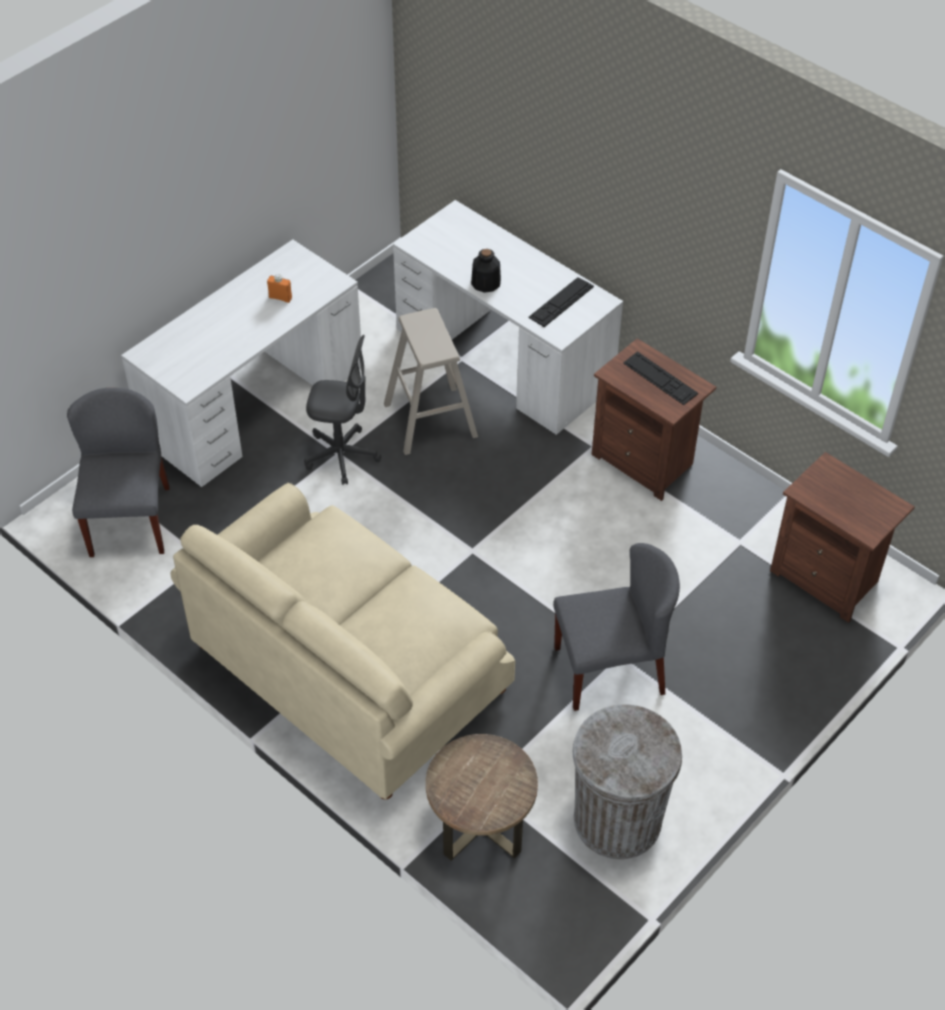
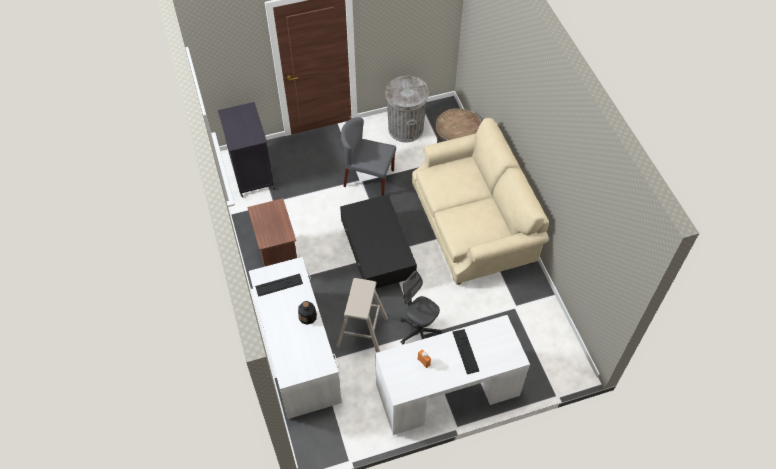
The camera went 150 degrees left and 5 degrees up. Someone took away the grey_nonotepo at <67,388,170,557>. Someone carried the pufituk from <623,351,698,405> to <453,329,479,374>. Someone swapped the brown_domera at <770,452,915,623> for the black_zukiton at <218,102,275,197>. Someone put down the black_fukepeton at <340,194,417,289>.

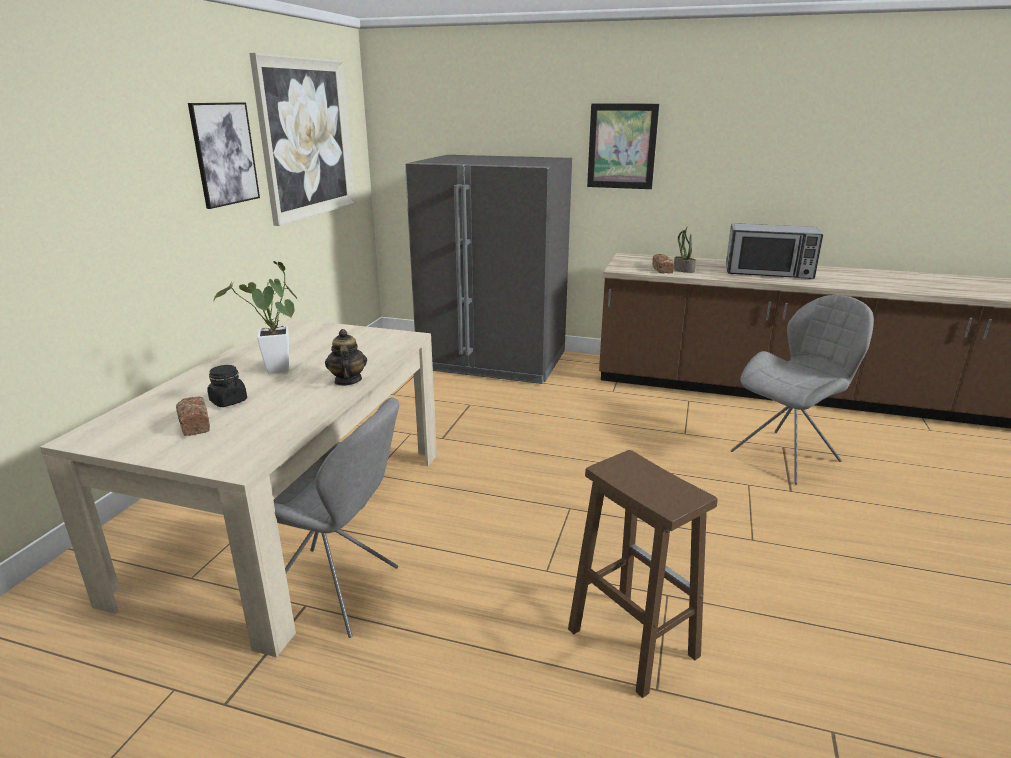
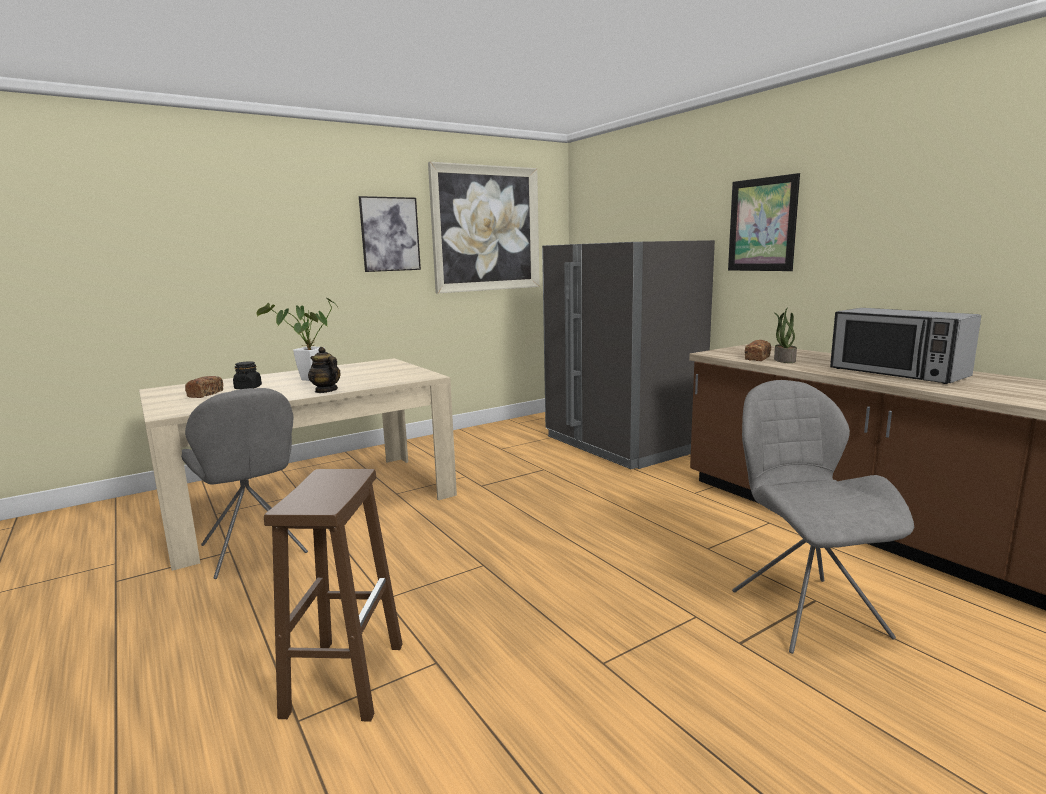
The camera went 40 degrees right and 10 degrees down. Someone rotated the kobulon at <325,329,367,386> by 75 degrees counterclockwise. Someone rotated the grey_nonotepo at <730,295,874,484> by 105 degrees counterclockwise.

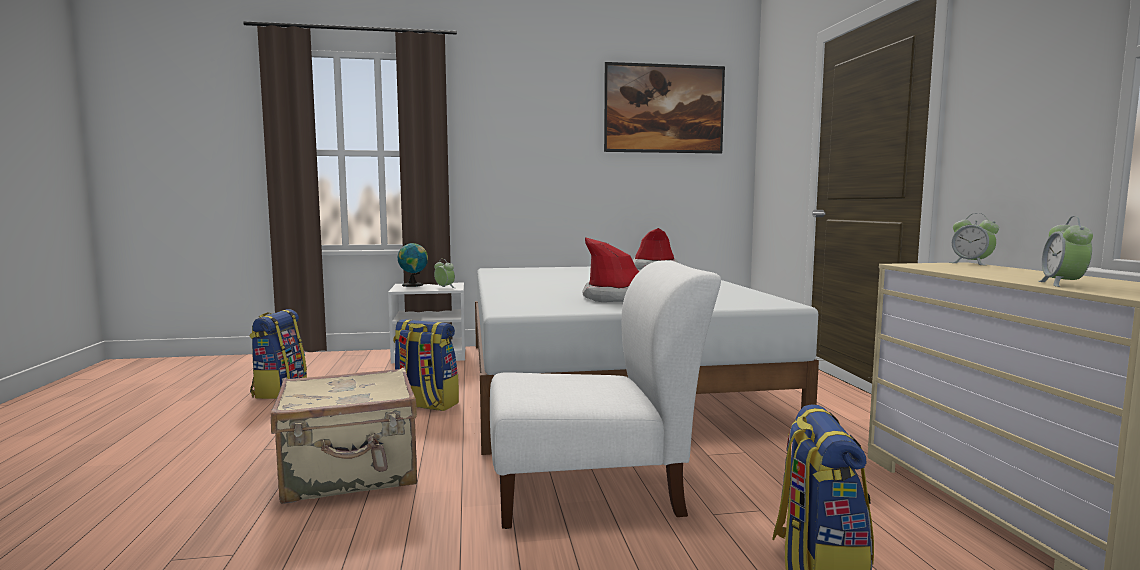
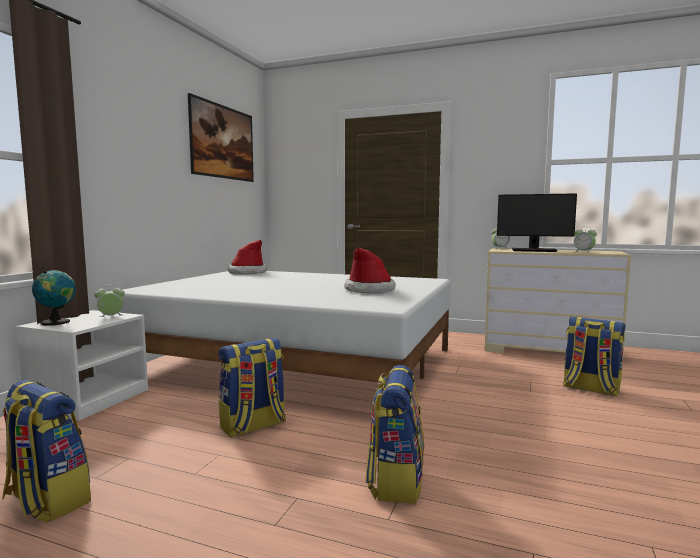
The camera went 60 degrees left and 0 degrees up. Someone swapped the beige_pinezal at <271,368,417,504> for the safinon at <365,365,424,504>. Someone took away the white_nonotepo at <490,260,721,529>. Someone put down the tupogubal at <497,193,577,252>.

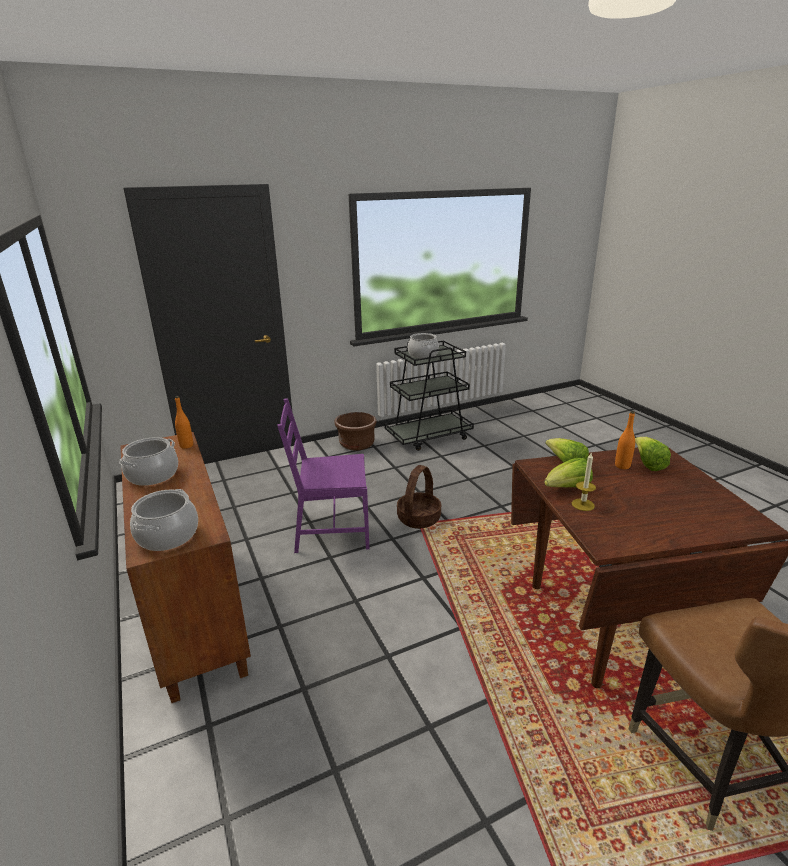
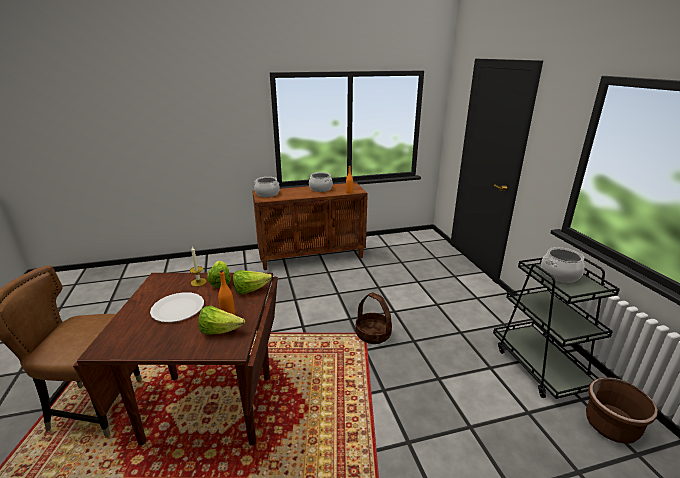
The camera went 100 degrees right and 0 degrees up. Someone took away the purple_nonotepo at <277,398,370,553>. Someone carried the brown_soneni from <335,412,377,451> to <586,377,658,444>. Someone put down the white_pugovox at <150,292,204,322>.

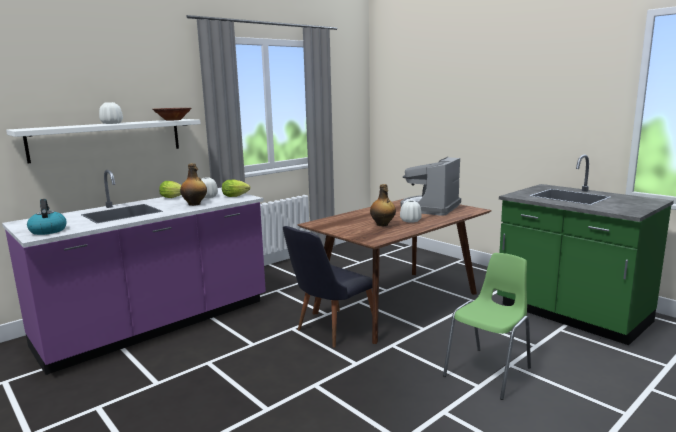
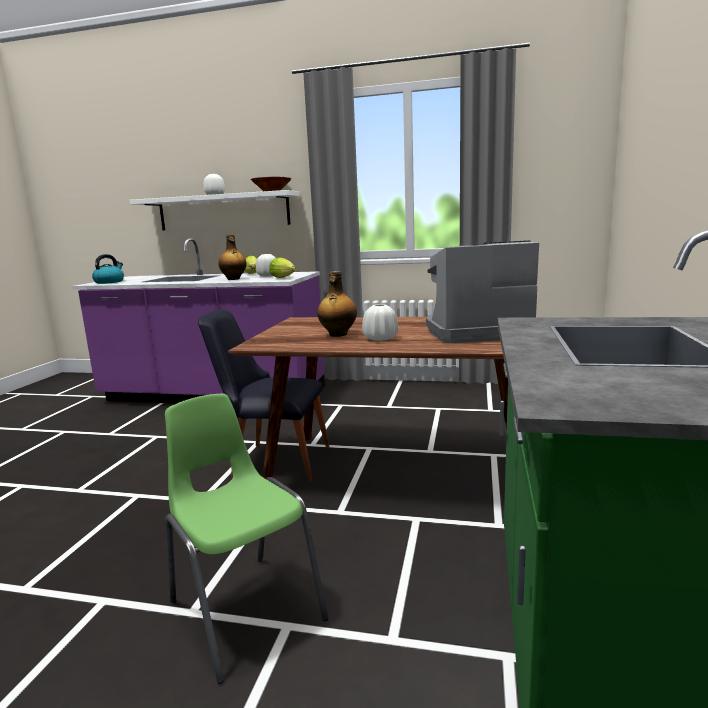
The camera went 55 degrees right and 0 degrees up. Someone rotated the green_nonotepo at <443,253,531,400> by 135 degrees counterclockwise.

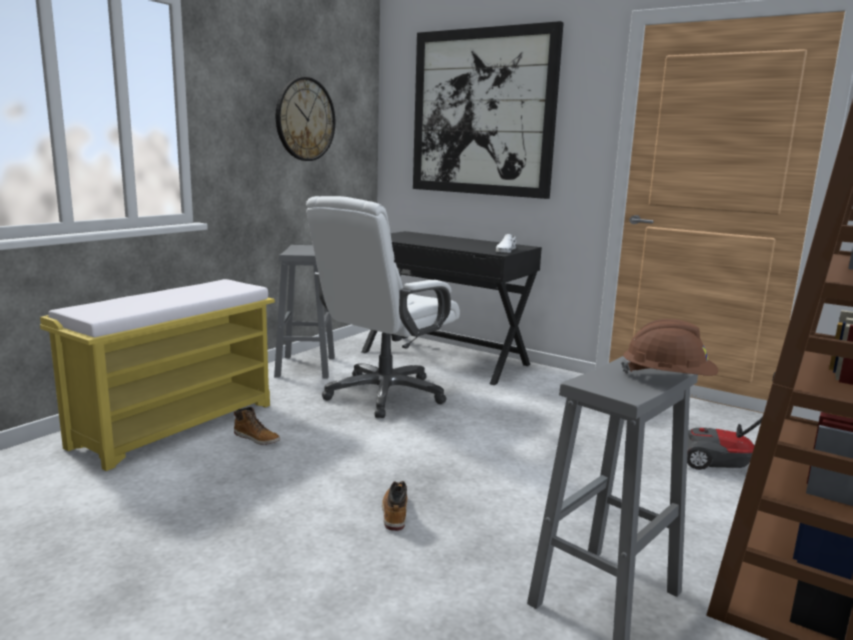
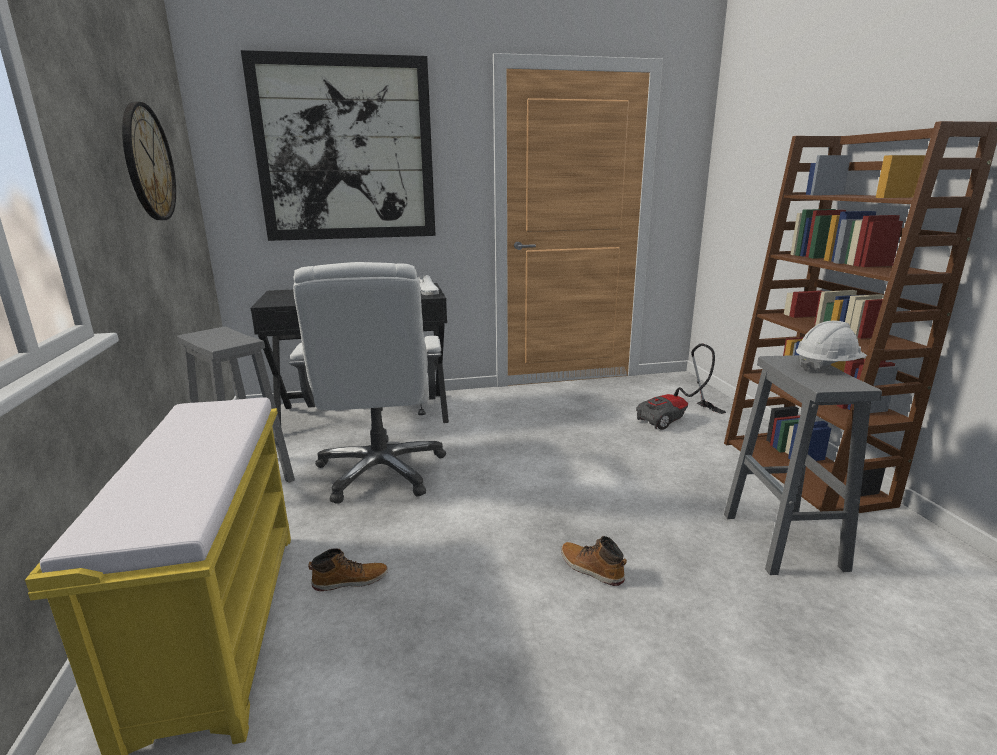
The camera went 45 degrees left and 5 degrees up. Someone repainted the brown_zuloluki at <621,319,718,376>, which became the white_zuloluki at <796,321,867,371>.

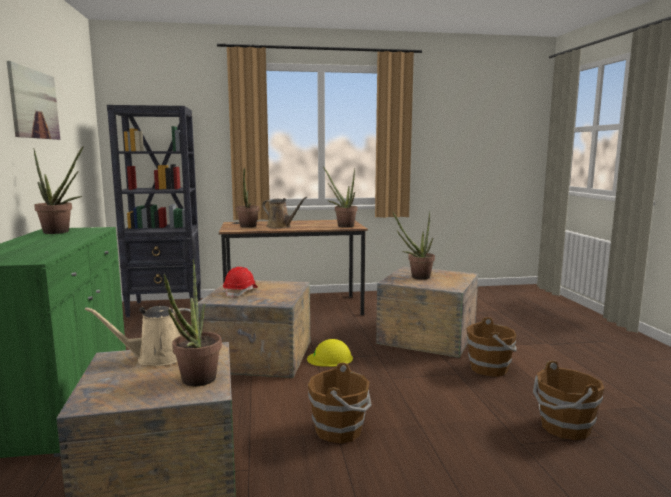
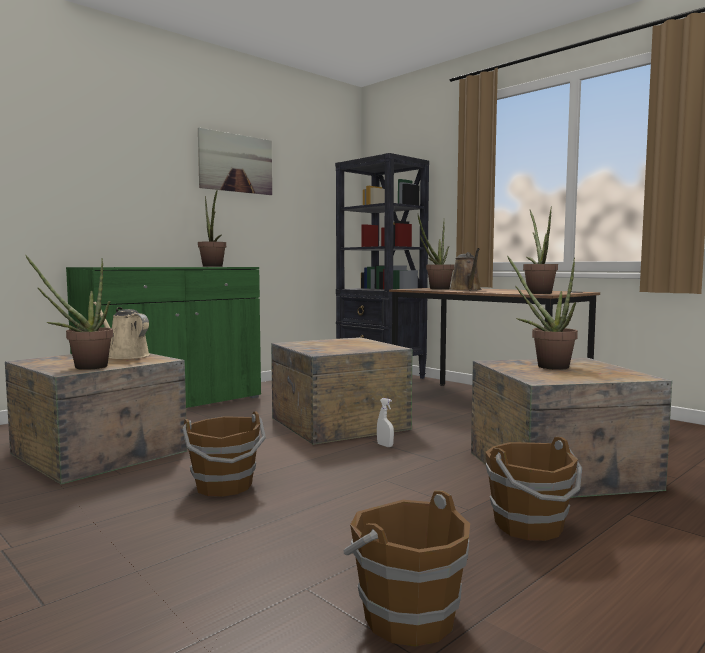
The camera went 55 degrees right and 5 degrees down. Someone took away the red_zuloluki at <223,267,258,298>. Someone swapped the yellow_zuloluki at <307,339,353,367> for the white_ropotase at <377,398,394,447>.

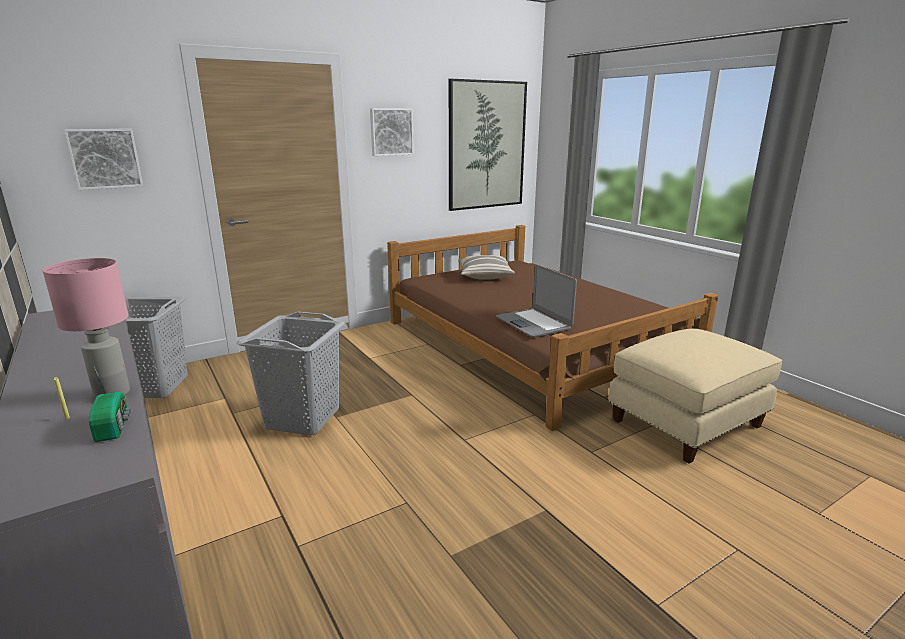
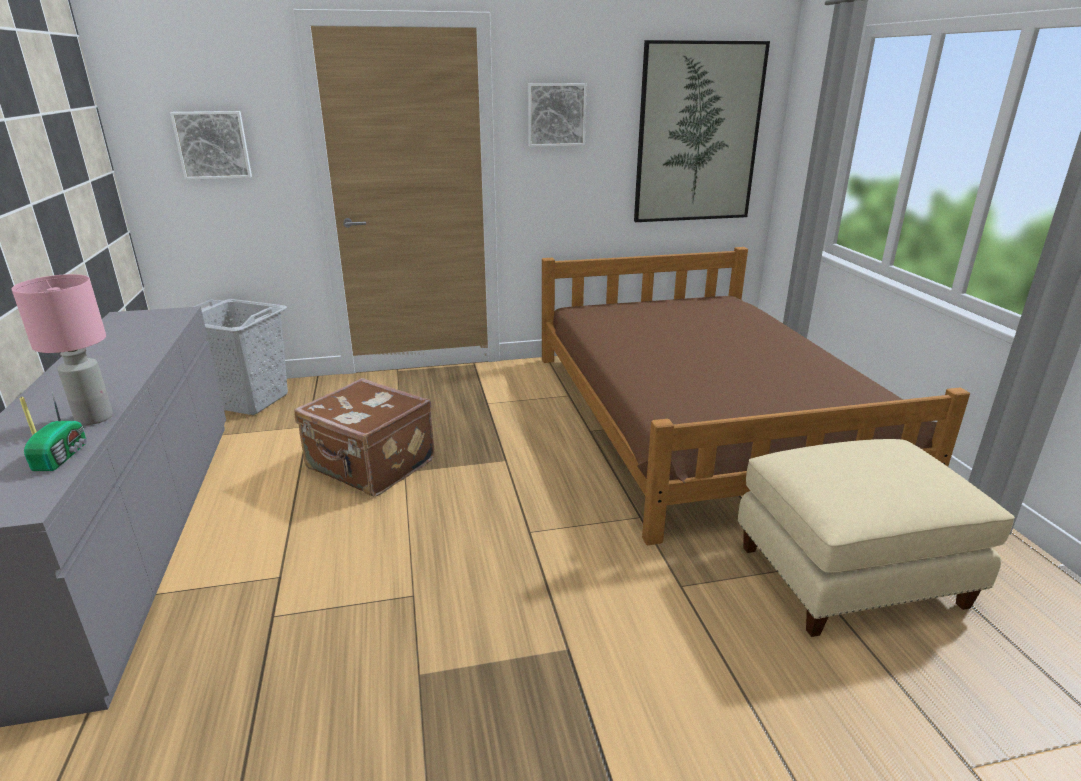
The camera went 20 degrees right and 5 degrees up. Someone swapped the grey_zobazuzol at <237,312,345,435> for the brown_pinezal at <294,378,435,497>. Someone took away the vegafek at <459,255,515,280>. Someone took away the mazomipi at <496,265,577,337>.

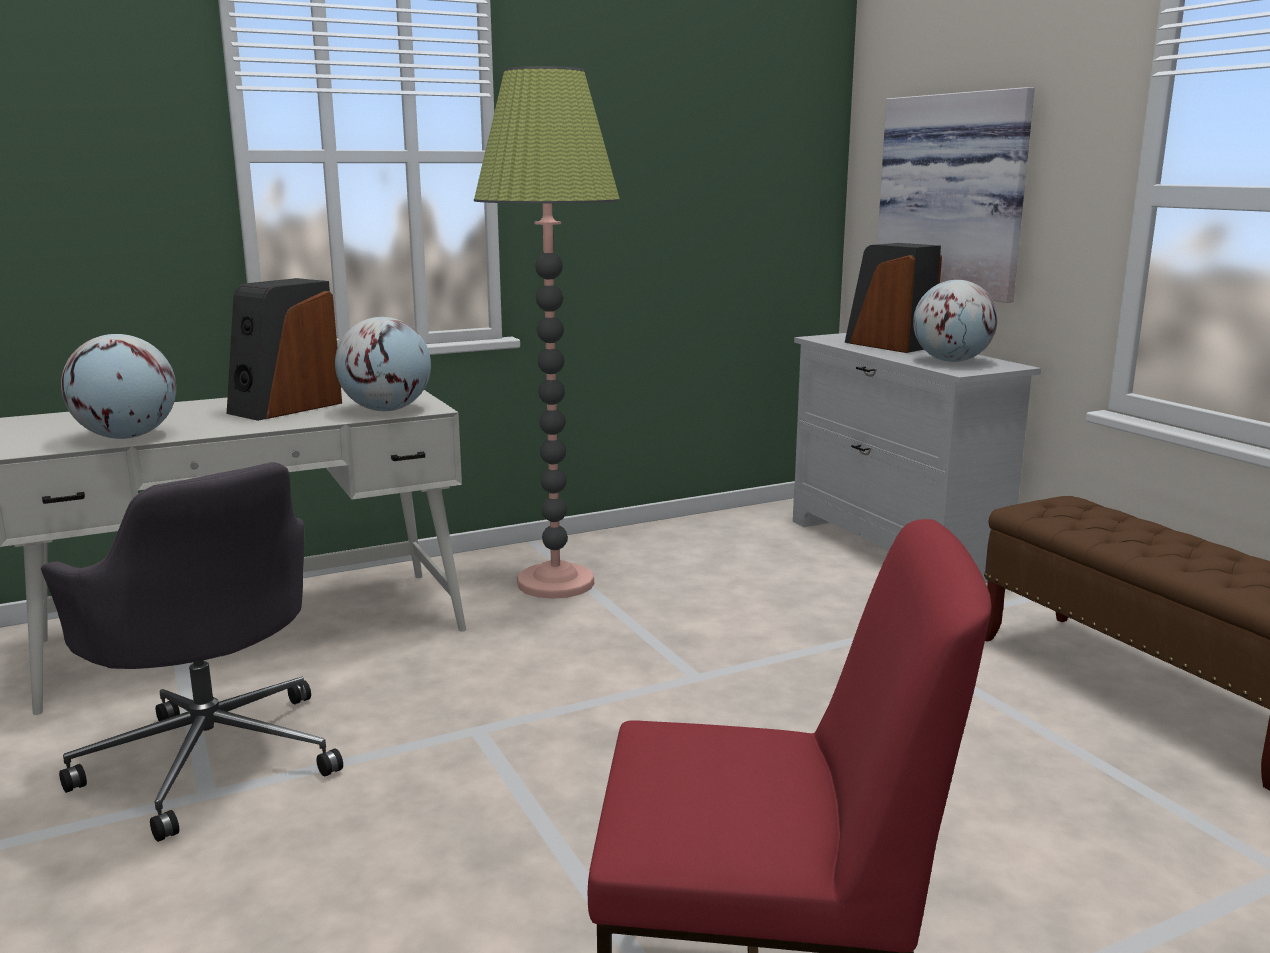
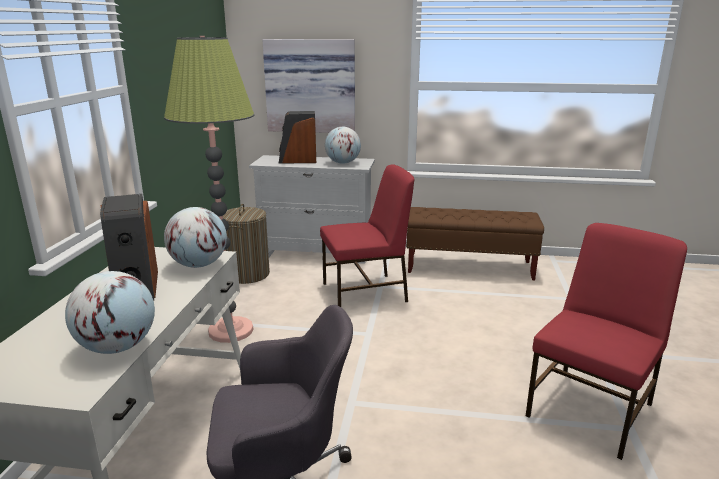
The camera went 55 degrees left and 5 degrees up. Someone put down the zobazuzol at <223,204,270,284>. Someone put down the red_nonotepo at <320,164,415,307>.

